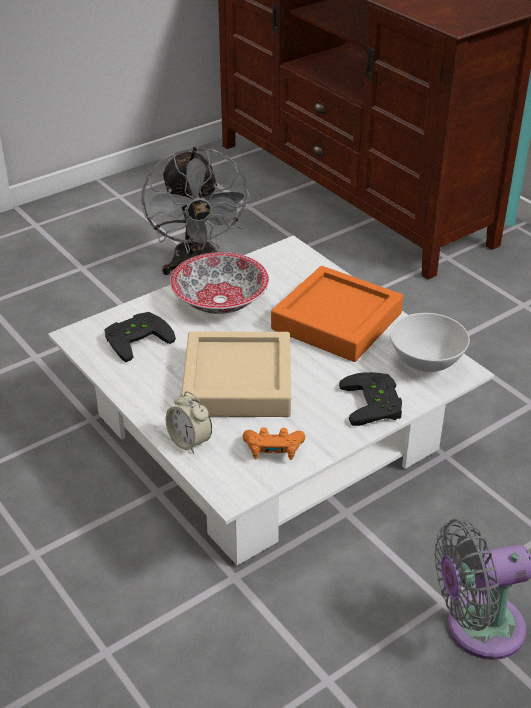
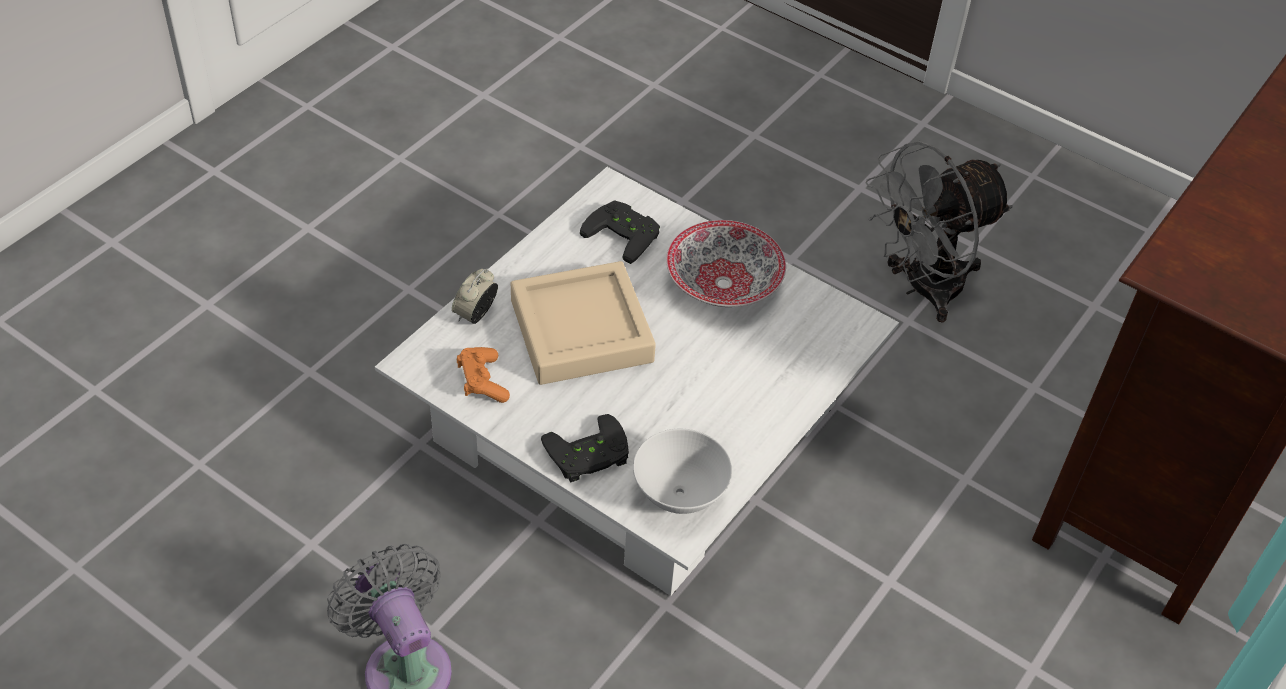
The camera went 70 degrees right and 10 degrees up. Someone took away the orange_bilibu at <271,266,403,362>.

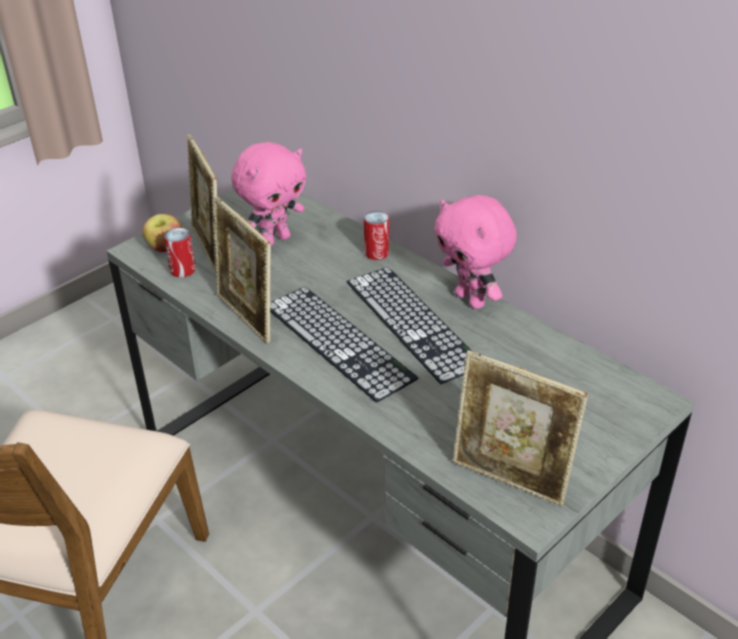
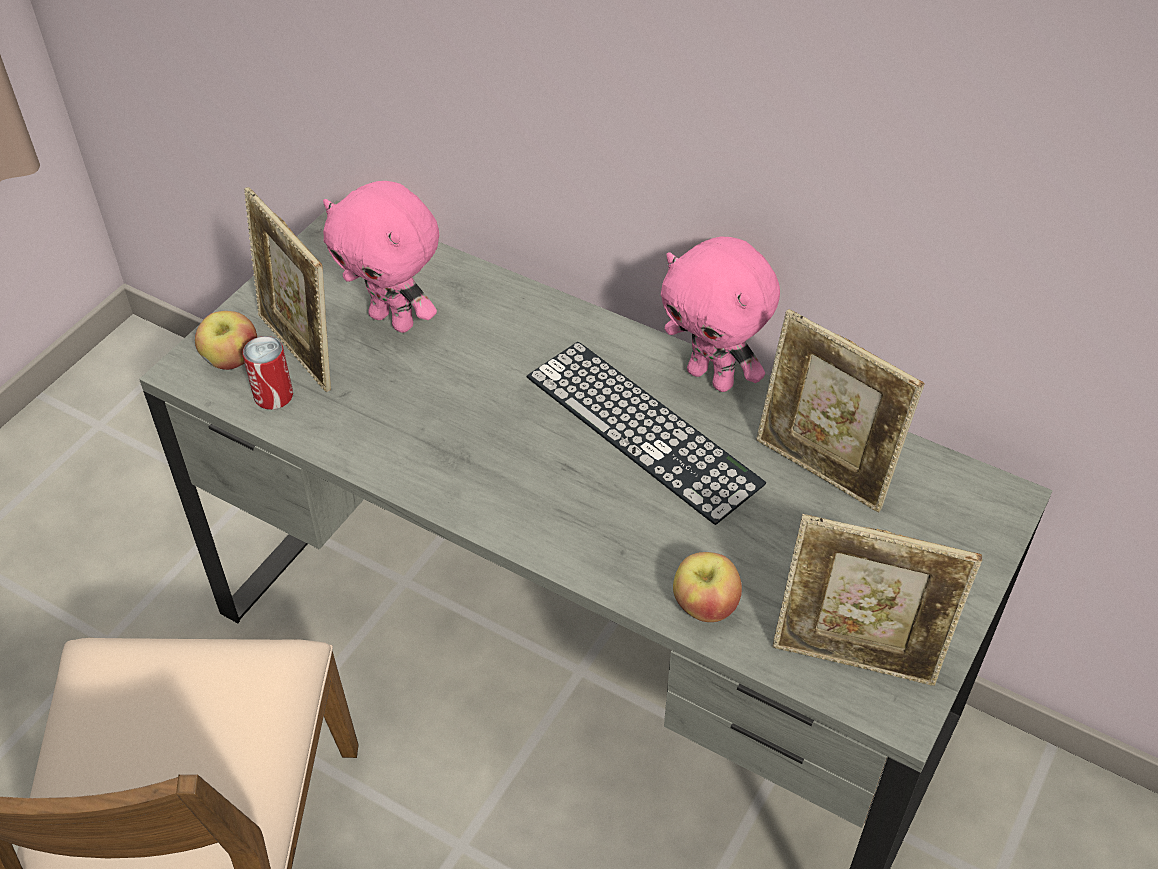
The camera went 15 degrees left and 10 degrees up. Someone carried the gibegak from <214,196,271,344> to <756,309,925,512>. Someone rotated the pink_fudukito at <231,142,306,246> by 90 degrees clockwise. Someone took away the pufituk at <270,287,418,403>. Someone took away the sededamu at <364,211,390,260>. Someone put down the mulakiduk at <673,552,742,622>.

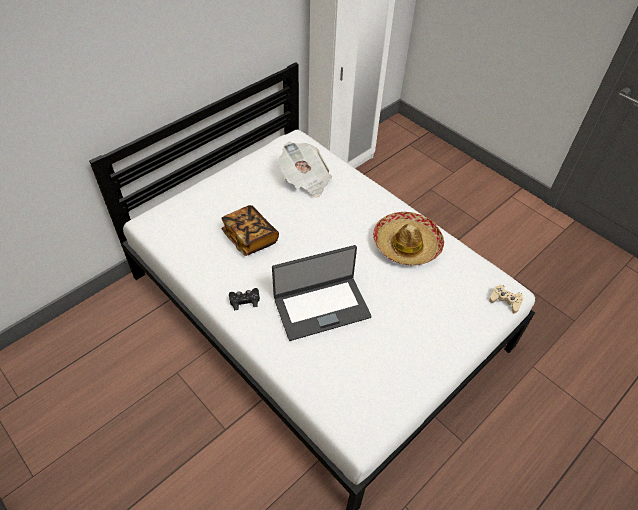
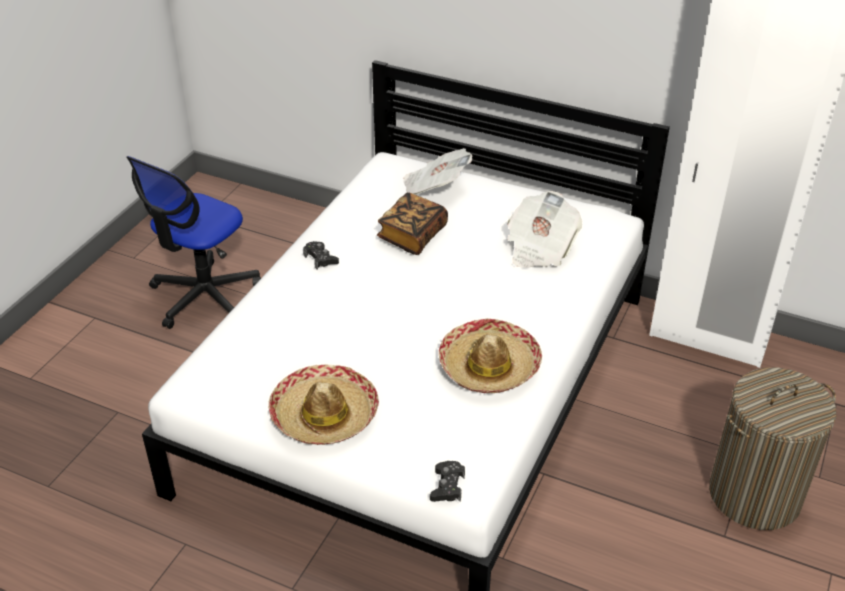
The camera went 70 degrees right and 10 degrees down. Someone took away the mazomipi at <272,245,371,341>. Someone repainted the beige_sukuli at <489,285,523,313>, which became the black_sukuli at <430,461,465,502>. Someone put down the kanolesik at <127,156,261,329>. Someone put down the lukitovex at <269,364,379,445>. Someone put down the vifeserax at <403,148,472,195>. Someone put down the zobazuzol at <709,367,837,530>.

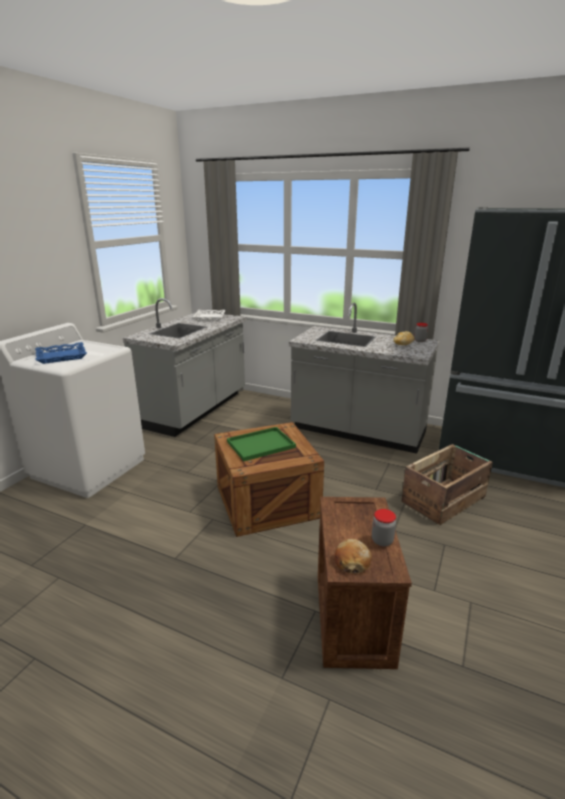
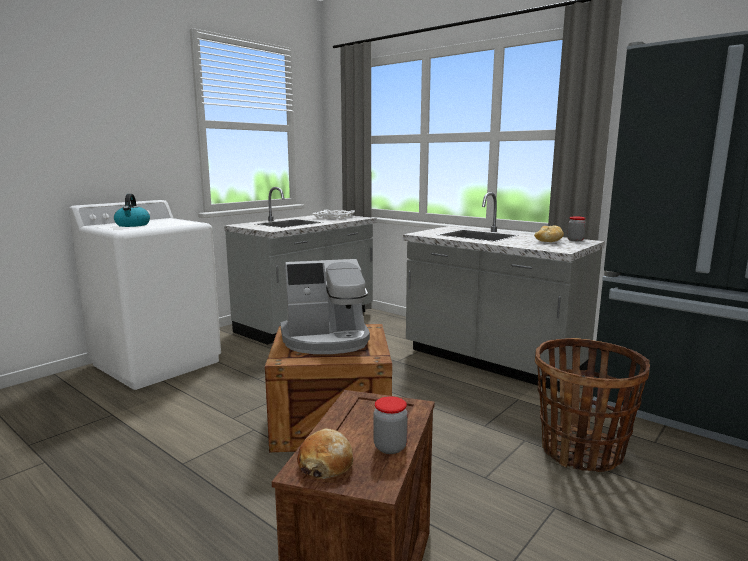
The camera went 15 degrees right and 10 degrees down. Someone swapped the blue_bilibu at <35,342,87,364> for the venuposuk at <114,194,150,227>. Someone swapped the green_bilibu at <227,427,296,461> for the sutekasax at <281,259,370,354>. Someone swapped the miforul at <401,444,493,525> for the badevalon at <535,338,650,472>.

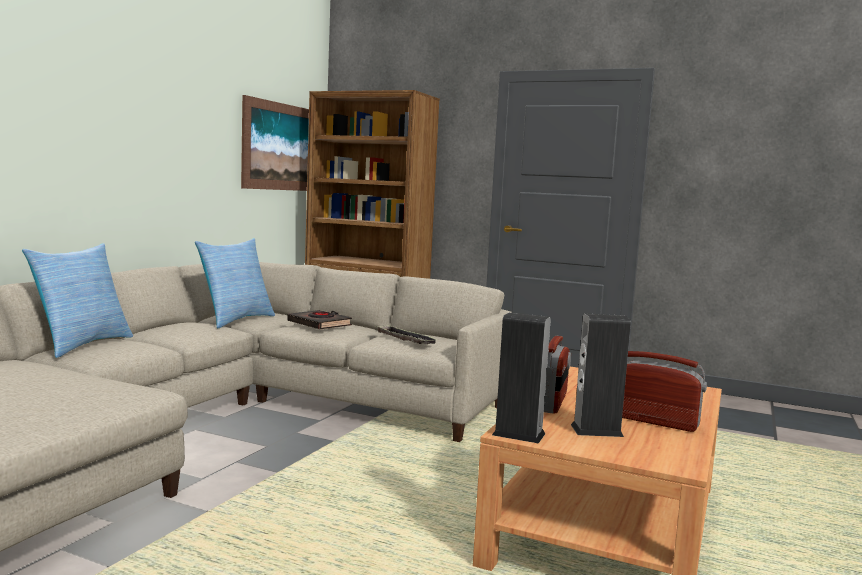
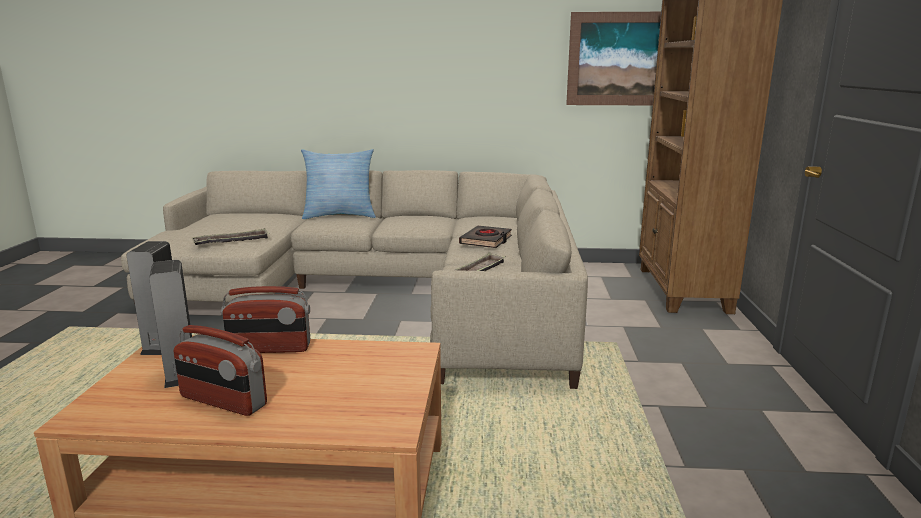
The camera went 70 degrees right and 10 degrees up. Someone took away the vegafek at <195,238,275,328>. Someone rotated the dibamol at <622,351,707,432> by 105 degrees clockwise. Someone put down the bilibu at <191,228,269,245>.

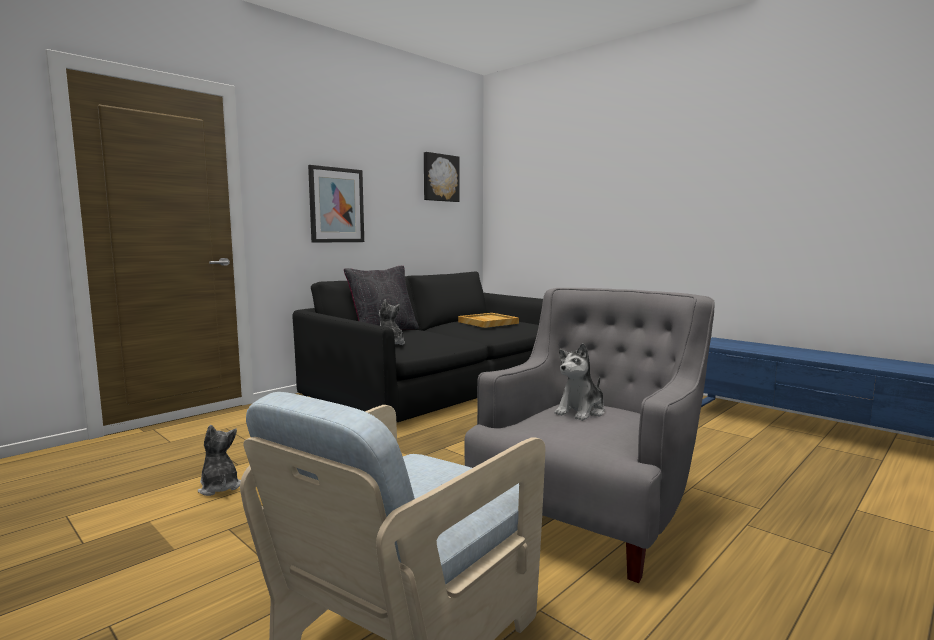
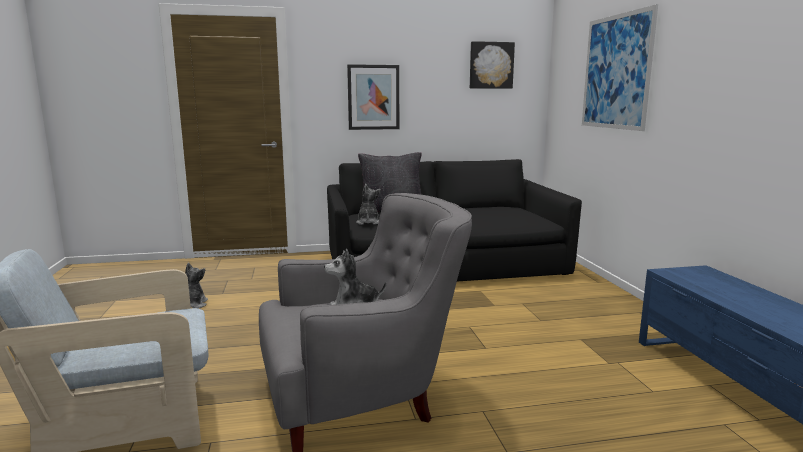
The camera went 35 degrees right and 5 degrees up. Someone took away the beige_bilibu at <458,313,519,328>. Someone put up the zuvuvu at <582,4,658,131>.

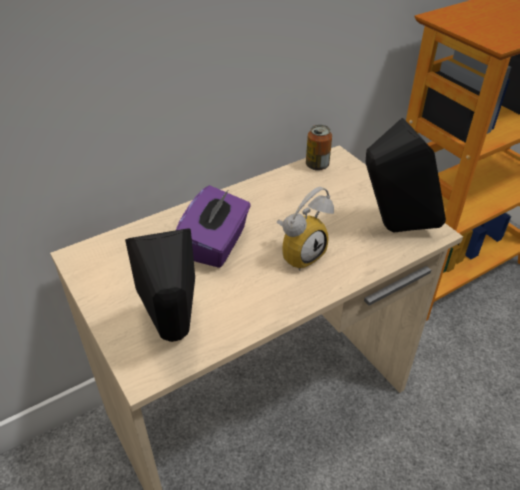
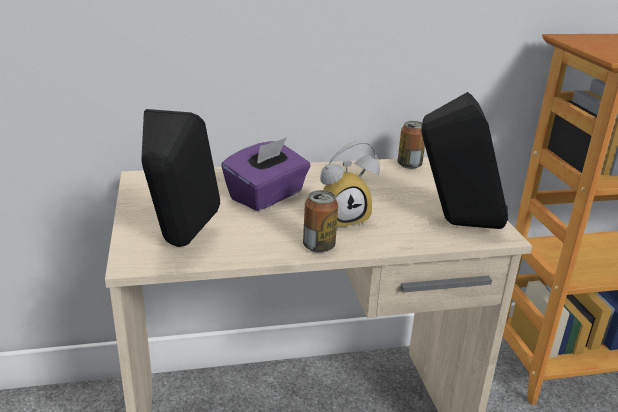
The camera went 20 degrees right and 15 degrees down. Someone put down the sededamu at <303,190,338,253>.

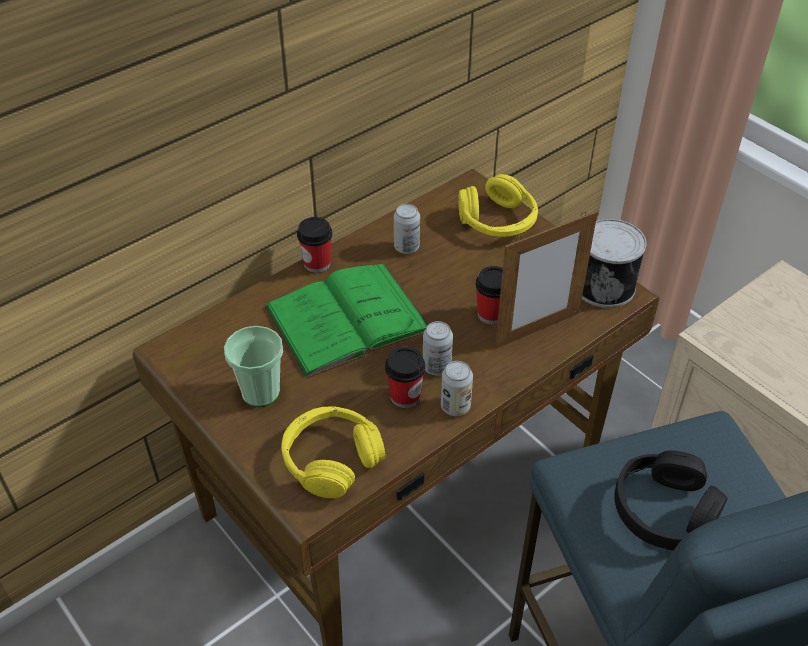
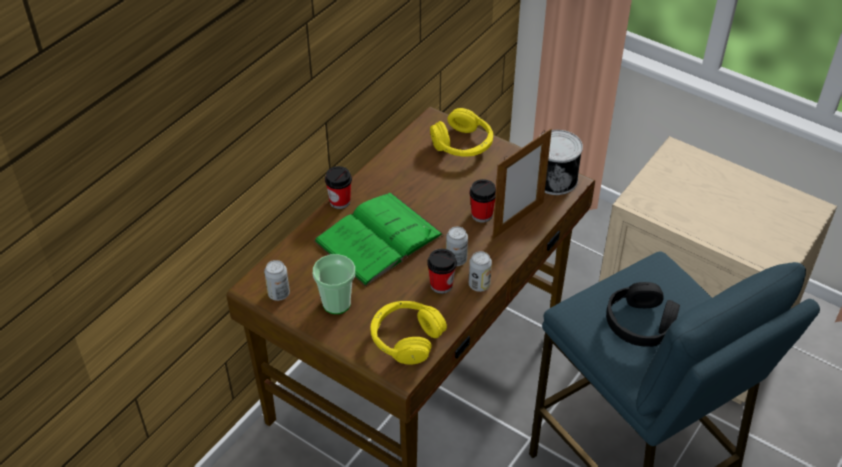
The camera went 15 degrees left and 0 degrees up. Someone carried the sededamu from <394,204,420,254> to <264,260,290,301>.

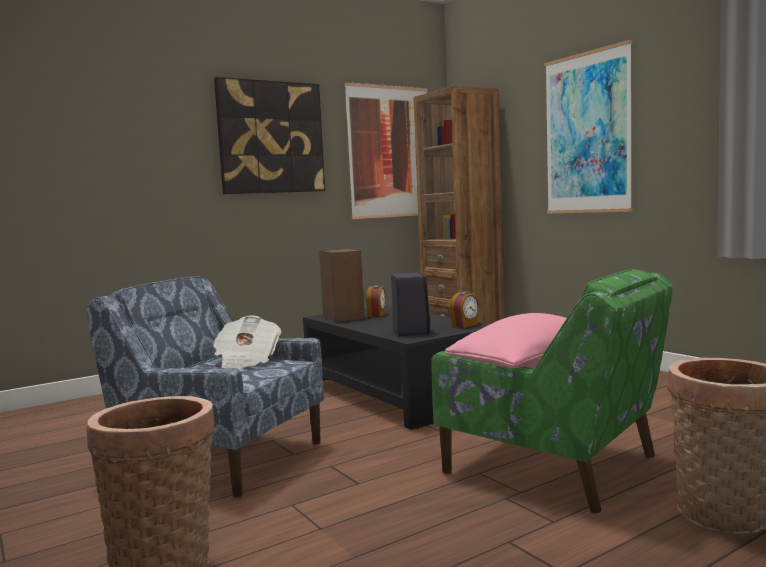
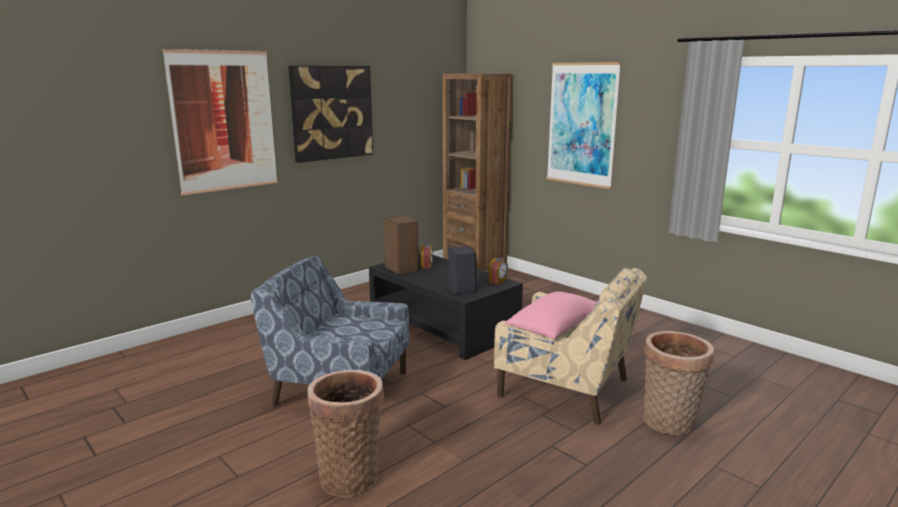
The camera went 10 degrees left and 10 degrees up. Someone took away the vifeserax at <213,316,281,369>. Someone carried the zuvuvu from <345,83,428,219> to <162,49,278,195>. Someone repainted the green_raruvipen at <431,269,673,514>, which became the beige_raruvipen at <494,268,647,425>.

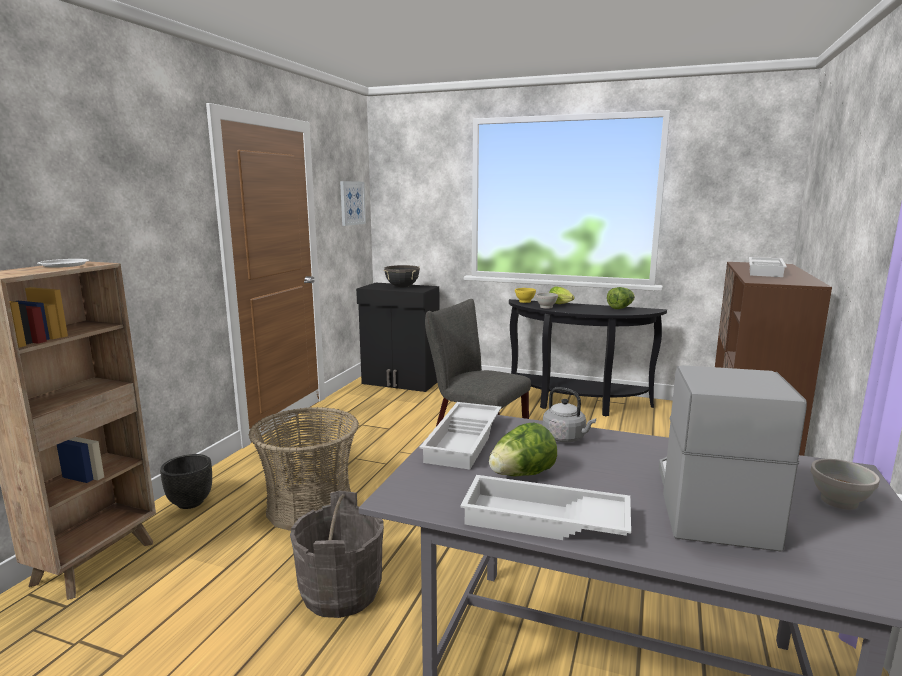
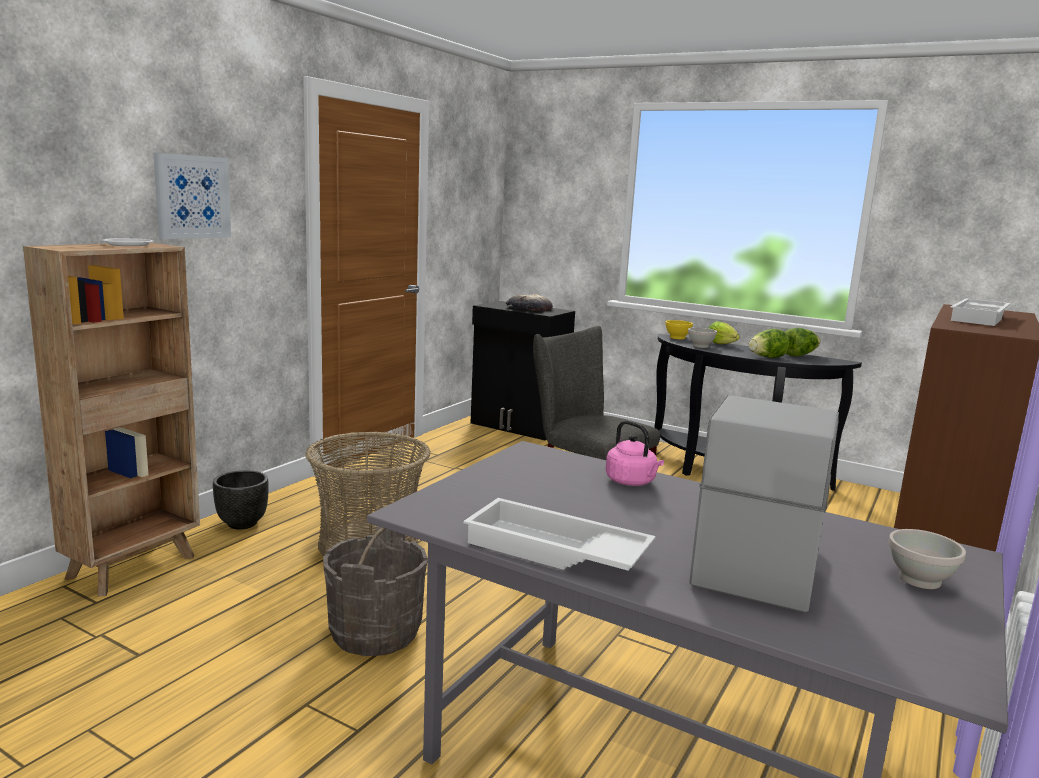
The camera went 10 degrees right and 0 degrees up. Someone carried the zuvuvu from <340,181,366,226> to <153,153,231,239>. Someone swapped the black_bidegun at <383,265,420,288> for the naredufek at <506,294,553,311>. Someone took away the white_bilibu at <419,402,501,469>. Someone carried the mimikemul from <489,423,557,476> to <748,329,789,358>. Someone repainted the grey_venuposuk at <543,387,596,442>, which became the pink_venuposuk at <606,420,664,486>.

